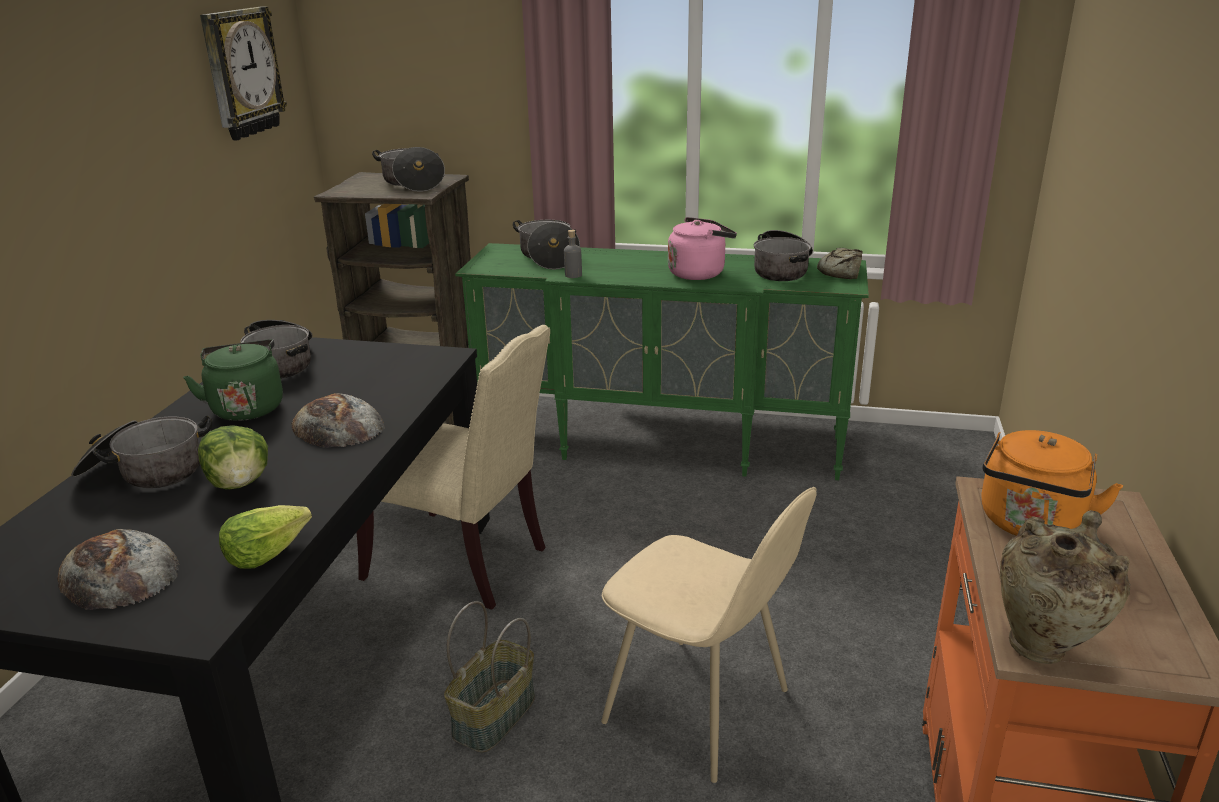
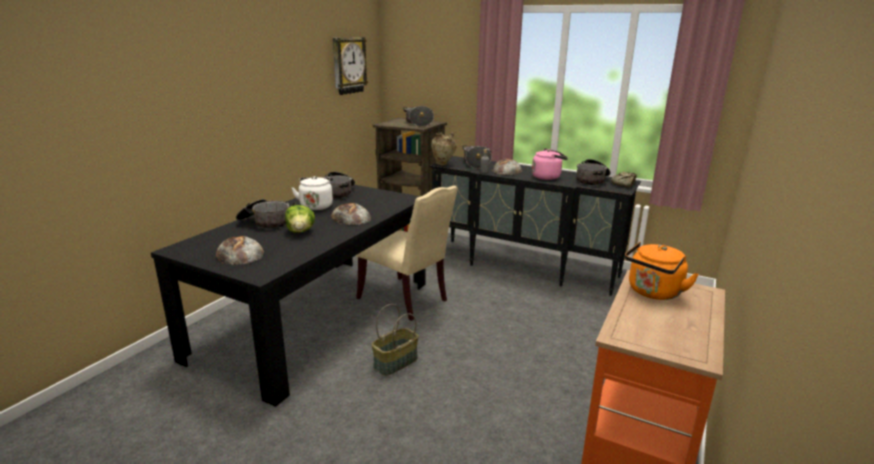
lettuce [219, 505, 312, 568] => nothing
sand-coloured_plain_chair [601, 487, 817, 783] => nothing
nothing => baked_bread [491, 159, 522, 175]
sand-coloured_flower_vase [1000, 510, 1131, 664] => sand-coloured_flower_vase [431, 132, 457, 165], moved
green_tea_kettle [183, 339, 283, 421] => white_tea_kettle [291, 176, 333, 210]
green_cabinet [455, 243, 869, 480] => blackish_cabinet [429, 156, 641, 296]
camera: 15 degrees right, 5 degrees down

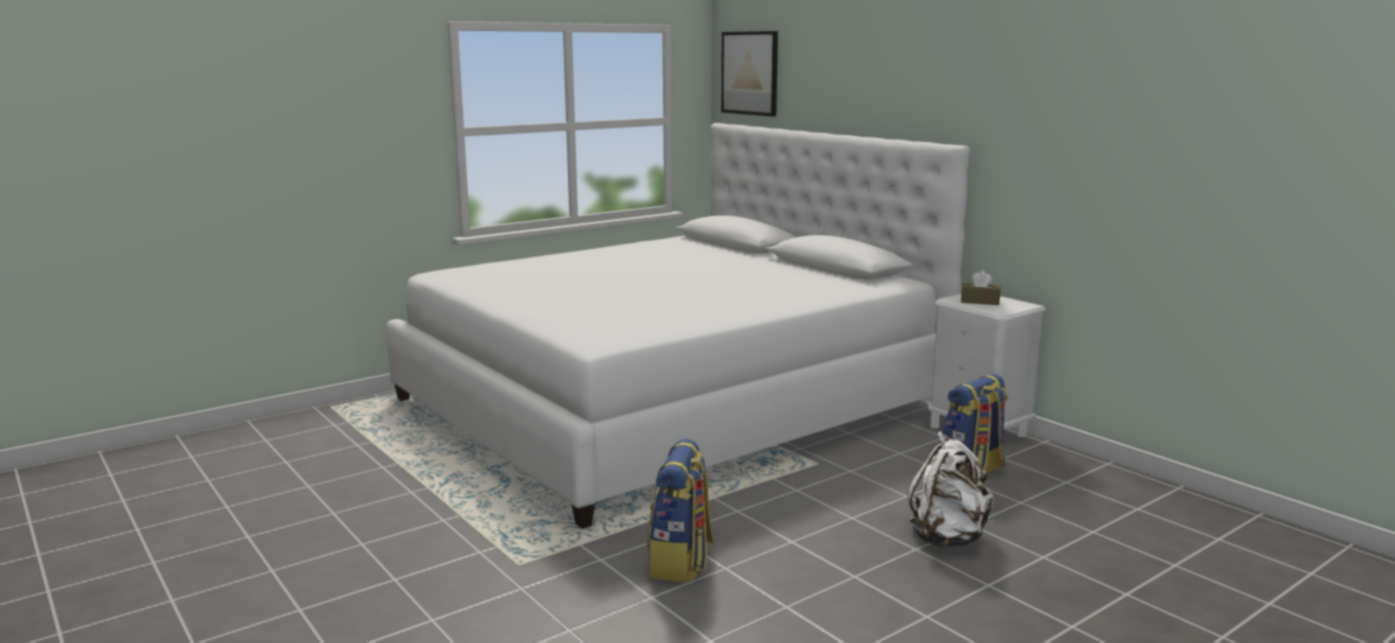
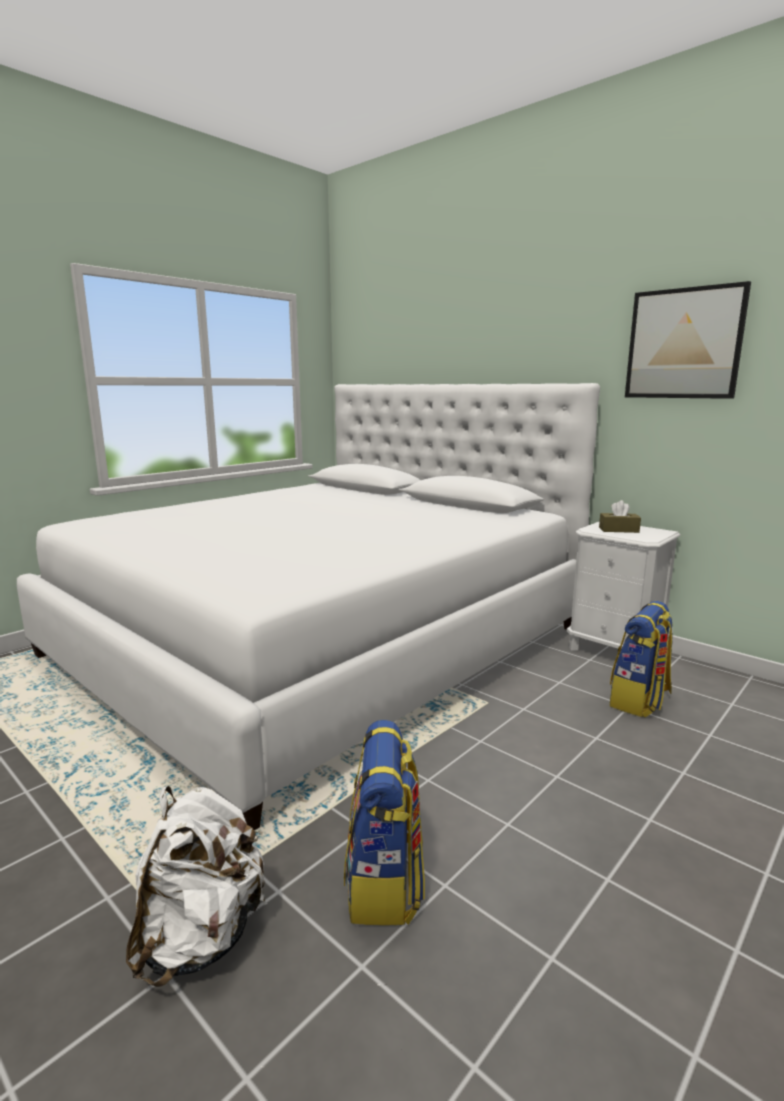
picture [721, 31, 778, 117] => picture [625, 281, 751, 399], moved
white_rucksack [908, 431, 994, 547] => white_rucksack [126, 786, 267, 987], moved
camera: 10 degrees left, 0 degrees up

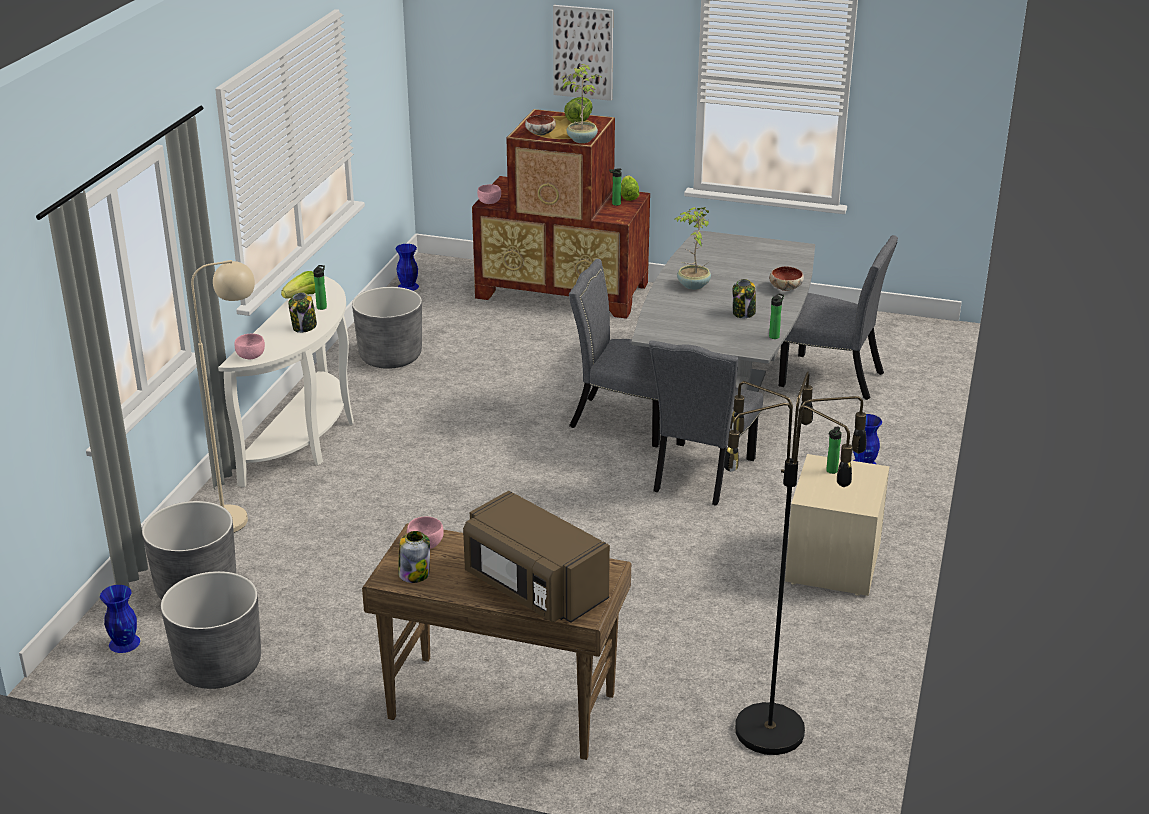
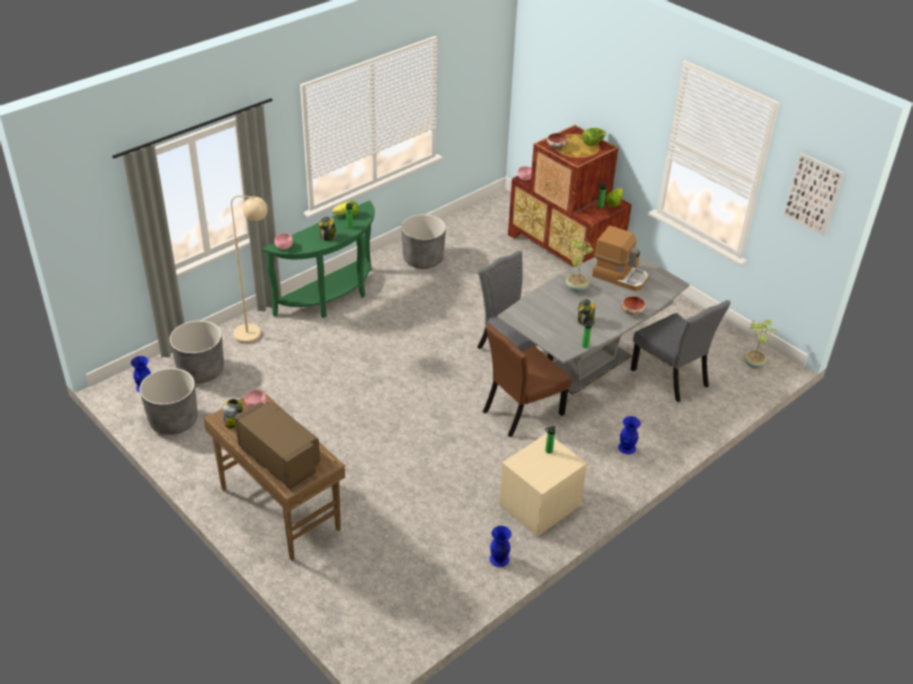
floor_lamp [724, 371, 866, 755] => nothing
nothing => coffee_maker [592, 226, 648, 291]
blue-coloured_flower_vase [396, 244, 419, 291] => blue-coloured_flower_vase [489, 526, 512, 567], moved
picture [553, 5, 613, 101] => picture [784, 152, 844, 236], moved
houseplant [562, 64, 601, 143] => houseplant [744, 320, 777, 368], moved
white_narrow_table [218, 276, 354, 487] => green_narrow_table [262, 201, 375, 318]
grey_plain_chair [649, 340, 763, 506] => brown-coloured_plain_chair [483, 324, 572, 437]
brown-coloured_microwave [463, 491, 610, 623] => brown-coloured_microwave [234, 402, 320, 489], 150 degrees clockwise
camera: 30 degrees right, 10 degrees up

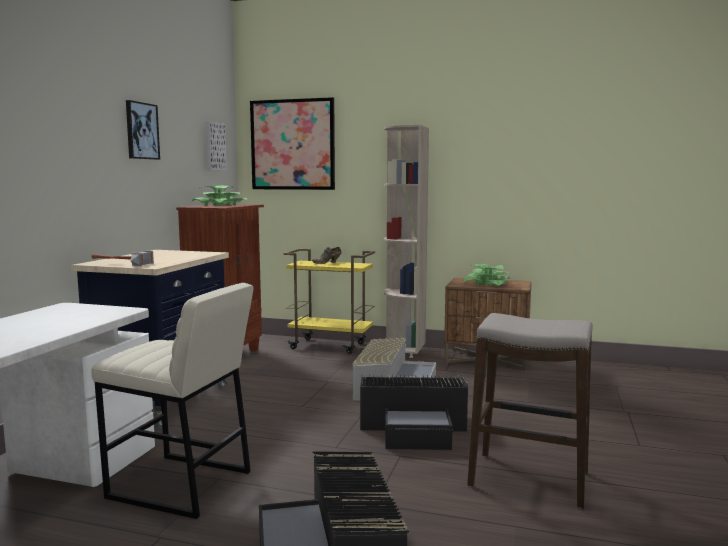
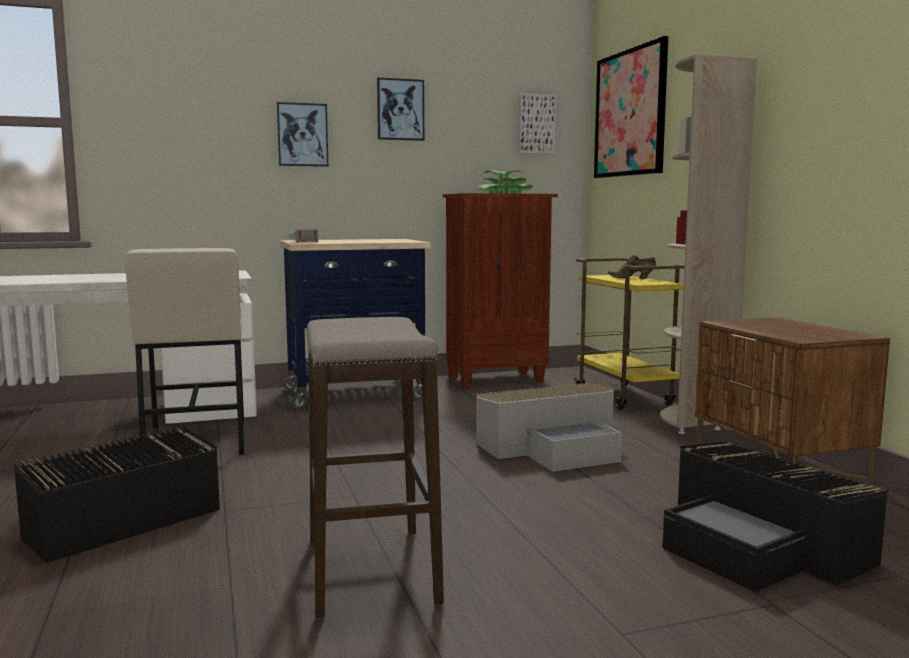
houseplant [464, 264, 511, 287] => nothing
nothing => picture [277, 102, 328, 167]
blackish_storage_bin [360, 375, 468, 450] => blackish_storage_bin [662, 442, 888, 592], moved
camera: 55 degrees right, 0 degrees up

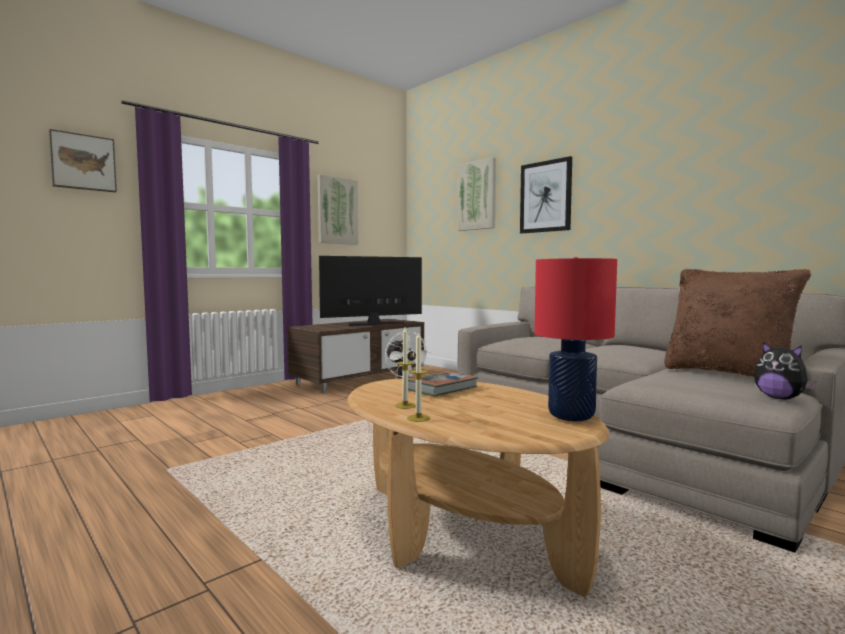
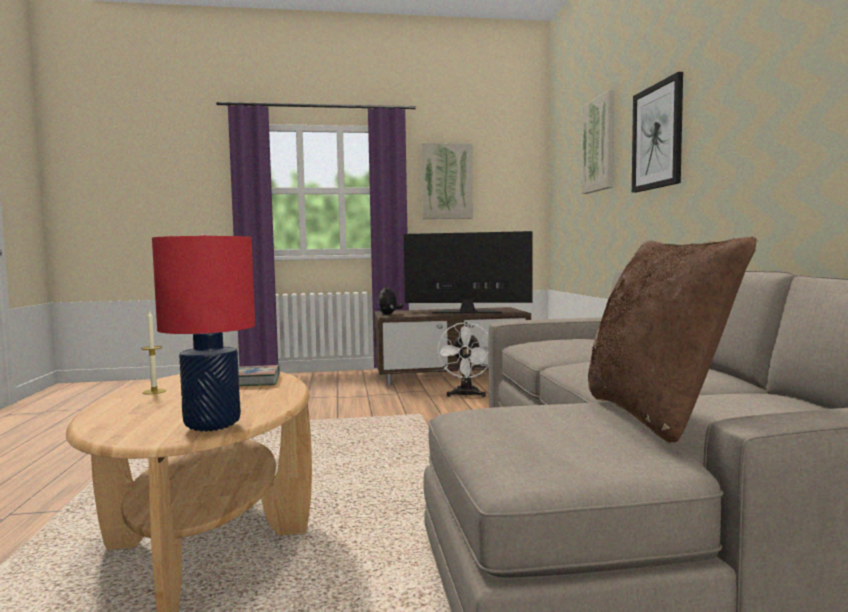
picture [49, 129, 117, 192] => nothing
wax_candle [407, 332, 430, 422] => nothing
plush_toy [754, 342, 816, 399] => plush_toy [378, 287, 403, 315], moved
camera: 35 degrees right, 0 degrees up

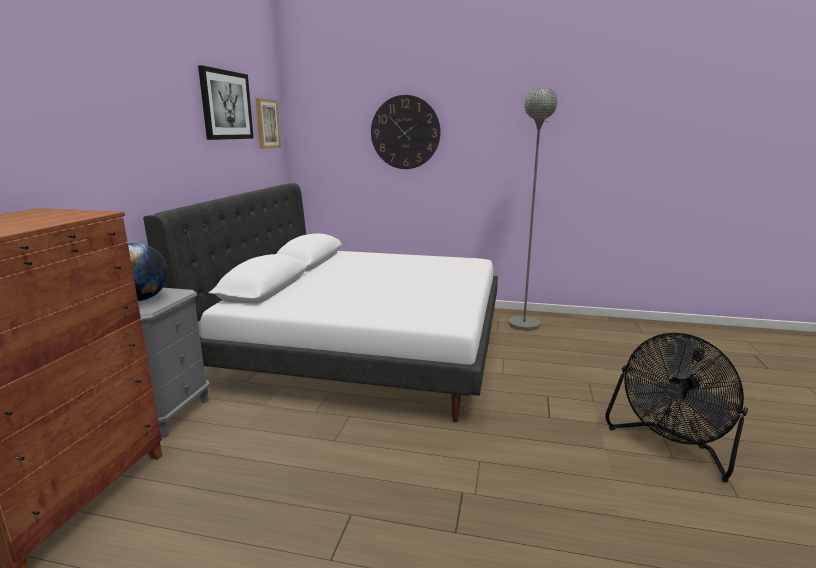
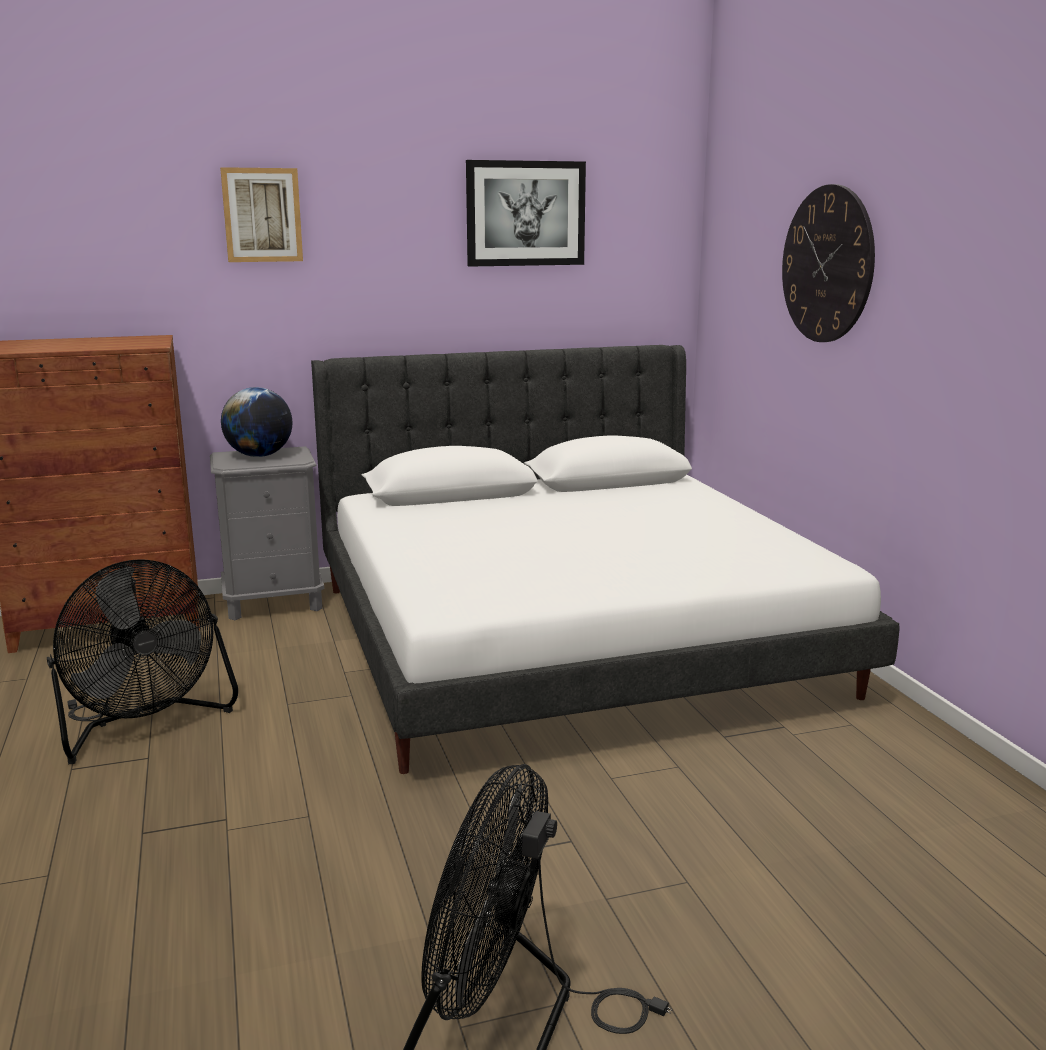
grey_floor_lamp [508, 88, 557, 331] => nothing
nothing => blackish_electric_fan [47, 560, 238, 764]
picture [256, 98, 281, 149] => picture [220, 167, 303, 262], moved
camera: 60 degrees right, 0 degrees up

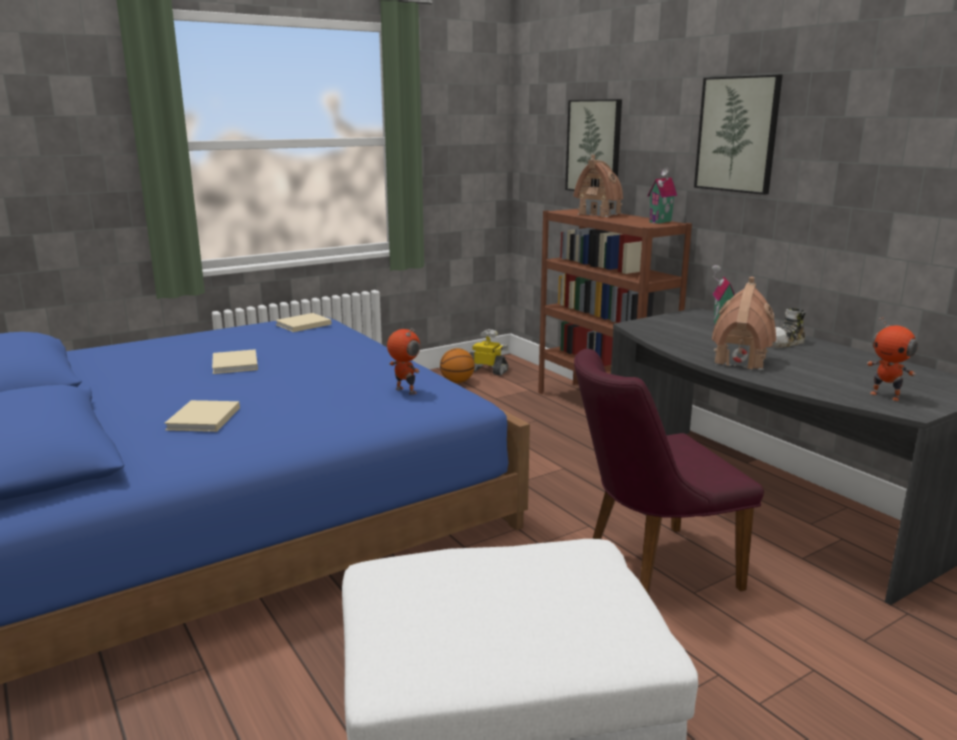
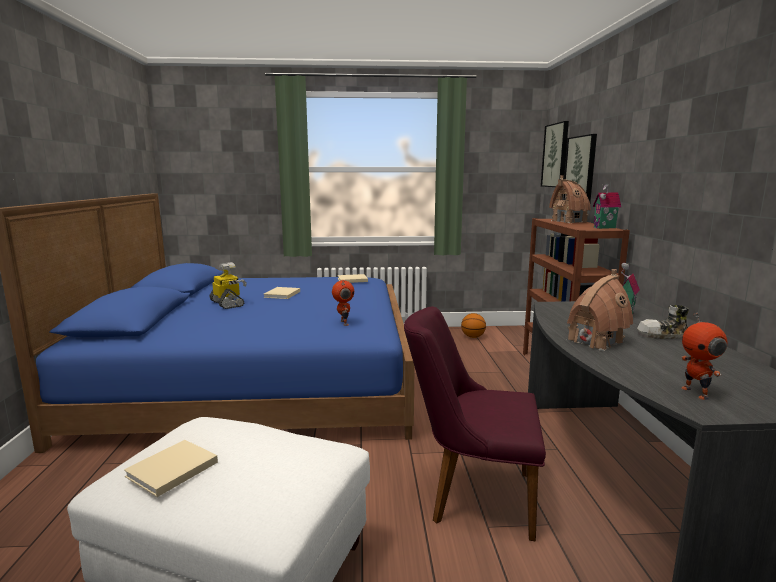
sand-coloured_book [164, 400, 240, 432] => sand-coloured_book [124, 440, 218, 497], moved
model_robot [470, 329, 508, 375] => model_robot [209, 262, 247, 309], moved
picture [694, 74, 783, 195] => picture [541, 121, 569, 187], moved
camera: 30 degrees right, 5 degrees down

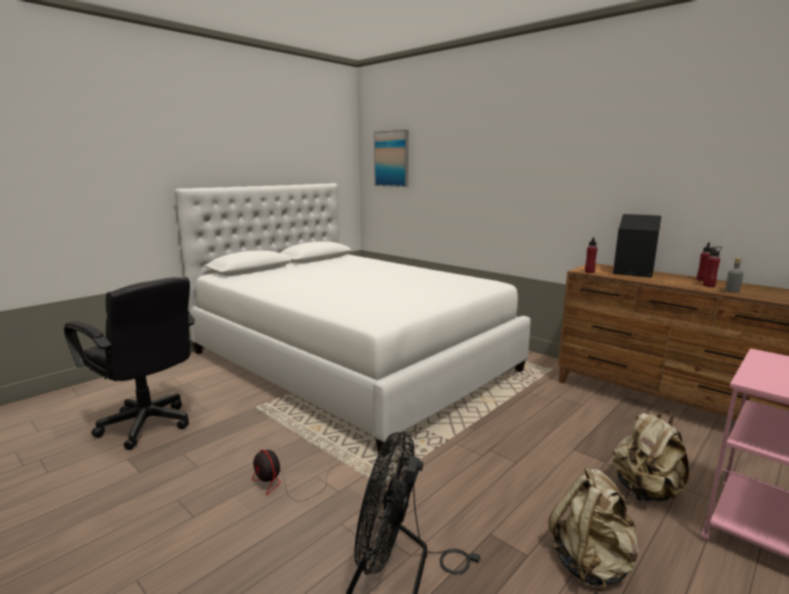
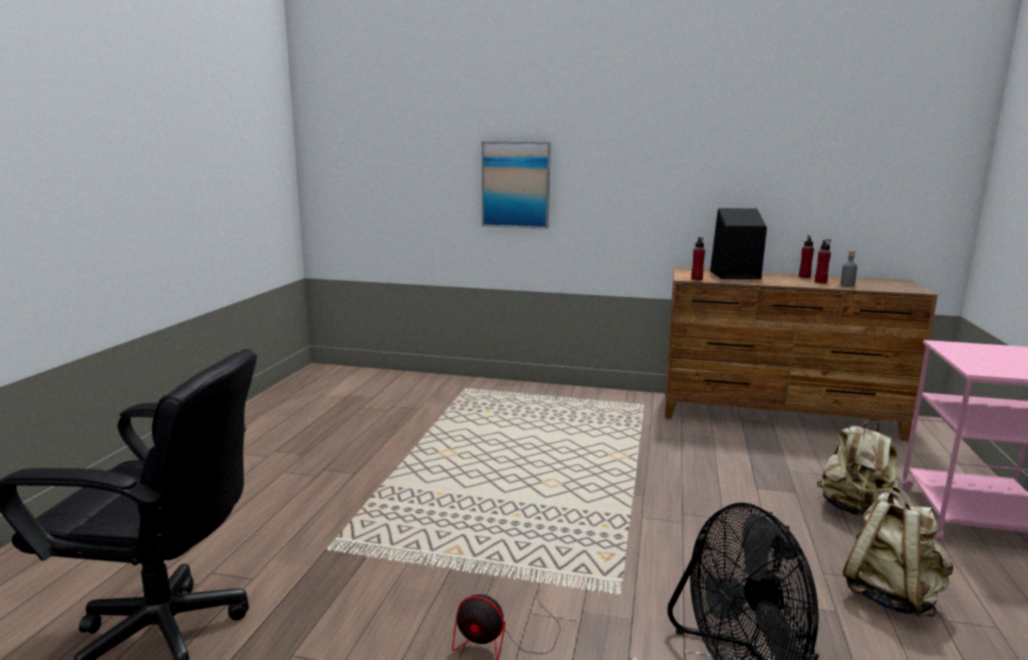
white_sleeping_bed [175, 183, 531, 457] => nothing
picture [374, 130, 409, 187] => picture [482, 142, 551, 229], moved
camera: 30 degrees left, 0 degrees up

